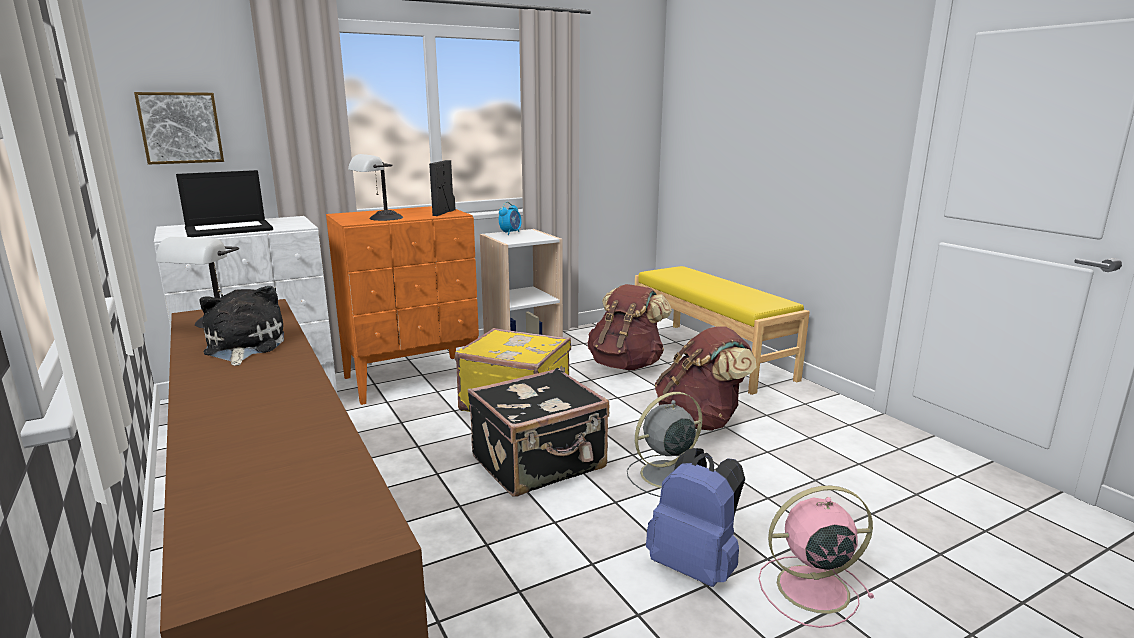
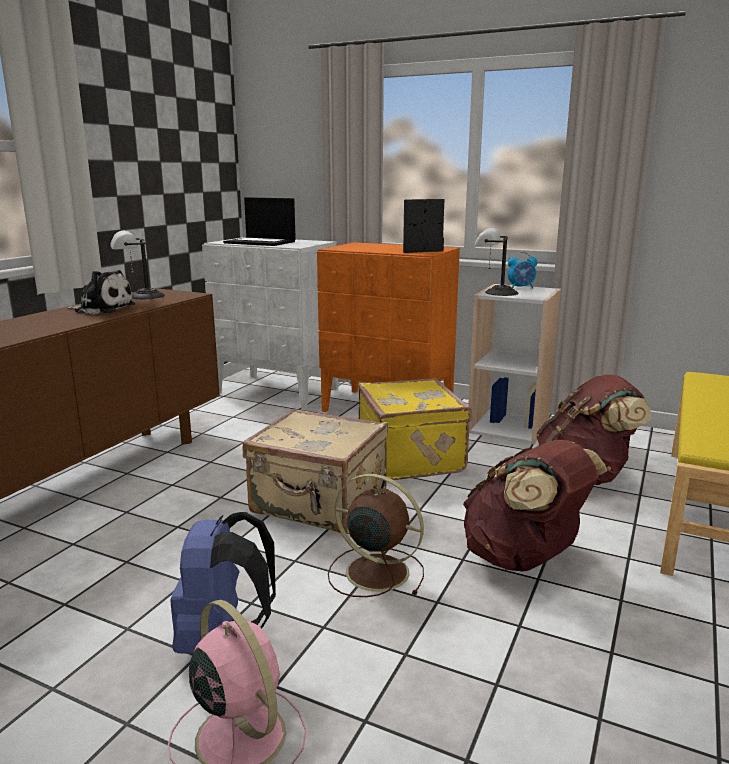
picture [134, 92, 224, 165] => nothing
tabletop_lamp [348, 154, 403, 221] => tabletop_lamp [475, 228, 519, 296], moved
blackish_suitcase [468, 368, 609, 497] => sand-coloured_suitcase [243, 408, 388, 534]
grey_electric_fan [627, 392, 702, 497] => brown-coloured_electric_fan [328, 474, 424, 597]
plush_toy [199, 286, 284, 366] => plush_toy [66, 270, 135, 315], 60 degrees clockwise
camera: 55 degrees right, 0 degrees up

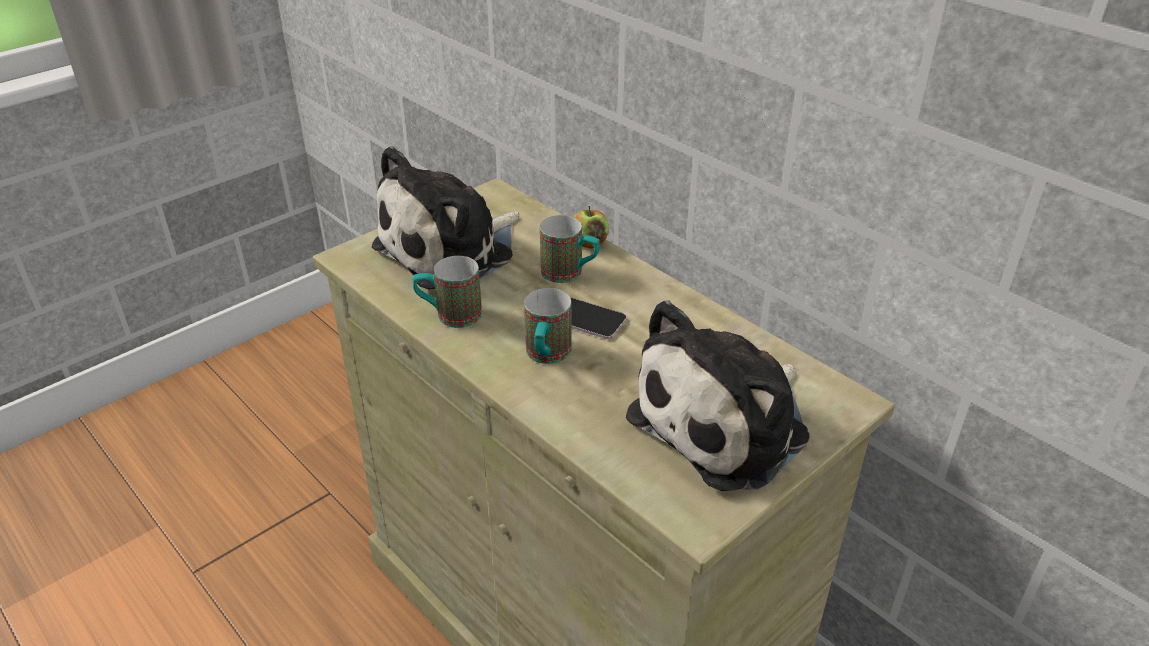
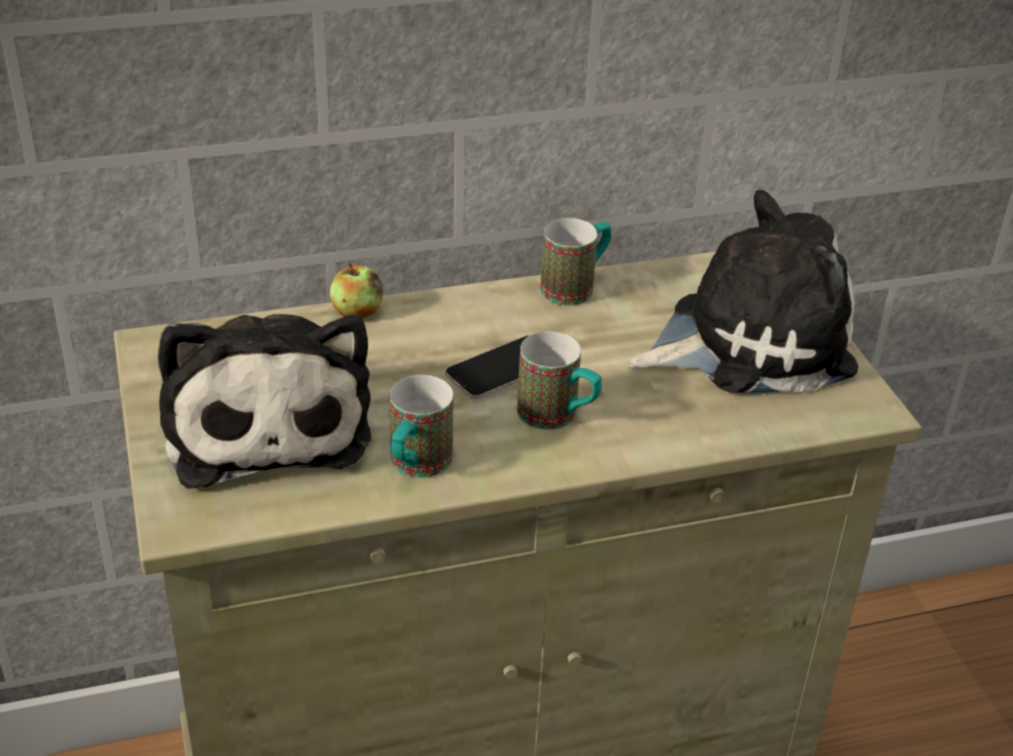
tea_mug [540, 215, 600, 283] => tea_mug [540, 218, 611, 305], moved
plush_toy [626, 300, 810, 491] => plush_toy [629, 190, 858, 394], 90 degrees counterclockwise
camera: 65 degrees left, 0 degrees up

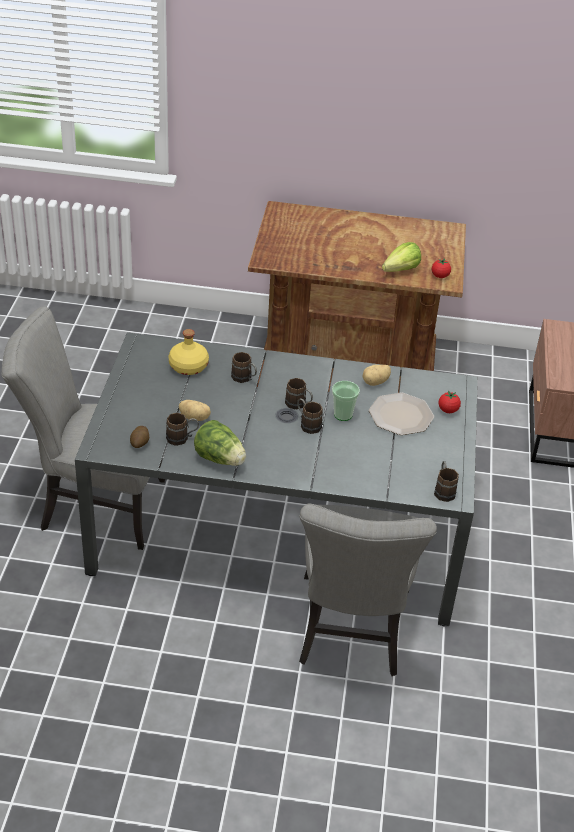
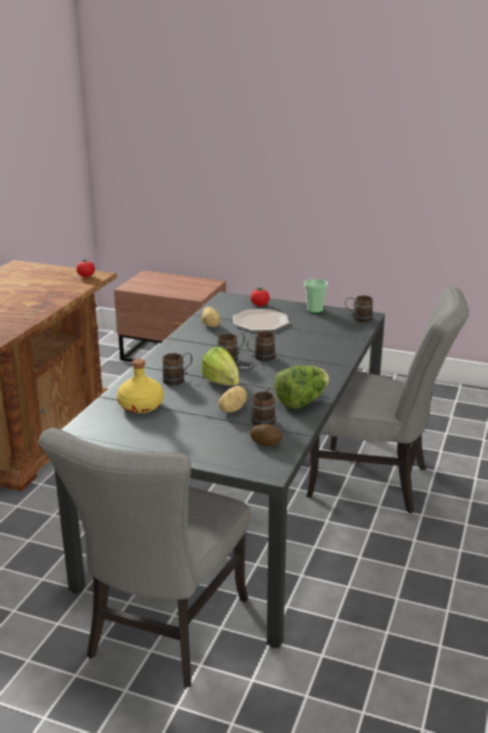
cup [332, 381, 360, 421] => cup [304, 279, 328, 313], moved
lettuce [382, 242, 421, 272] => lettuce [201, 347, 239, 386], moved
camera: 75 degrees left, 15 degrees down

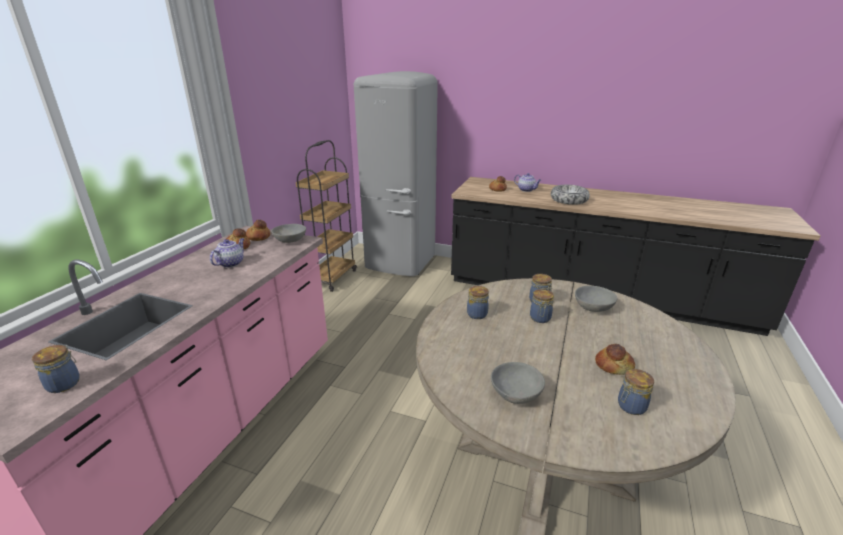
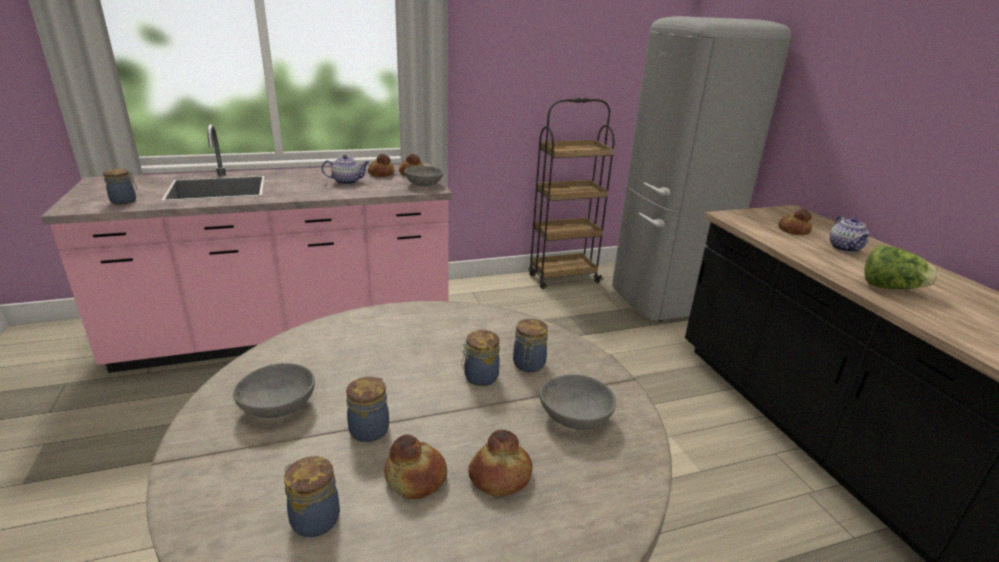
nothing => baked_bread [469, 430, 533, 497]
storage_jar [467, 286, 489, 319] => storage_jar [346, 377, 389, 442], moved
deep_dish [551, 185, 590, 205] => lettuce [864, 245, 938, 289]
camera: 50 degrees right, 0 degrees up

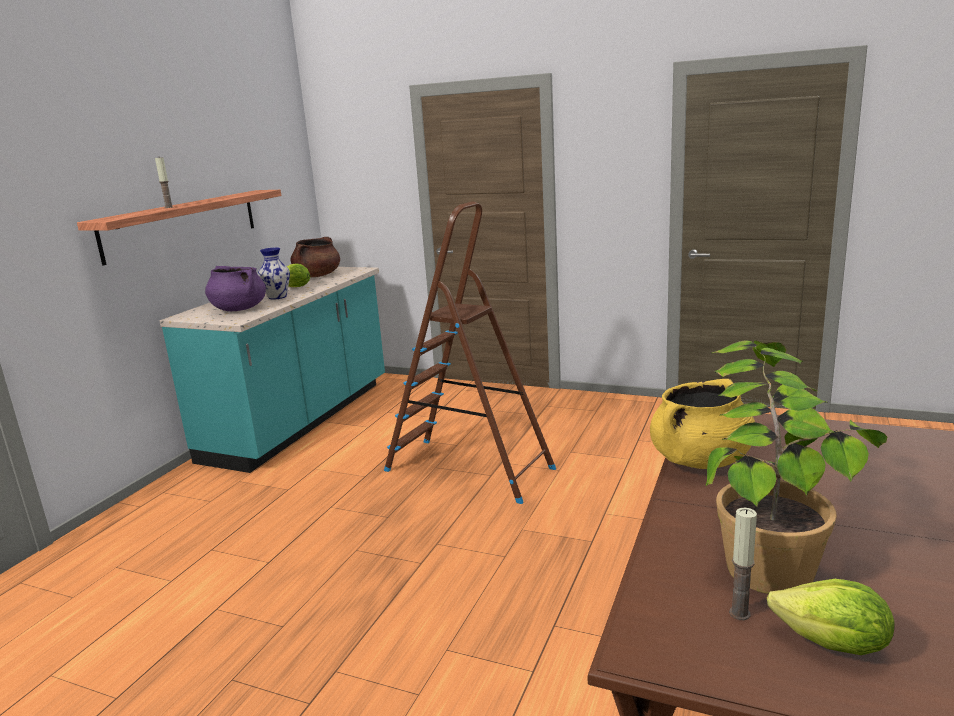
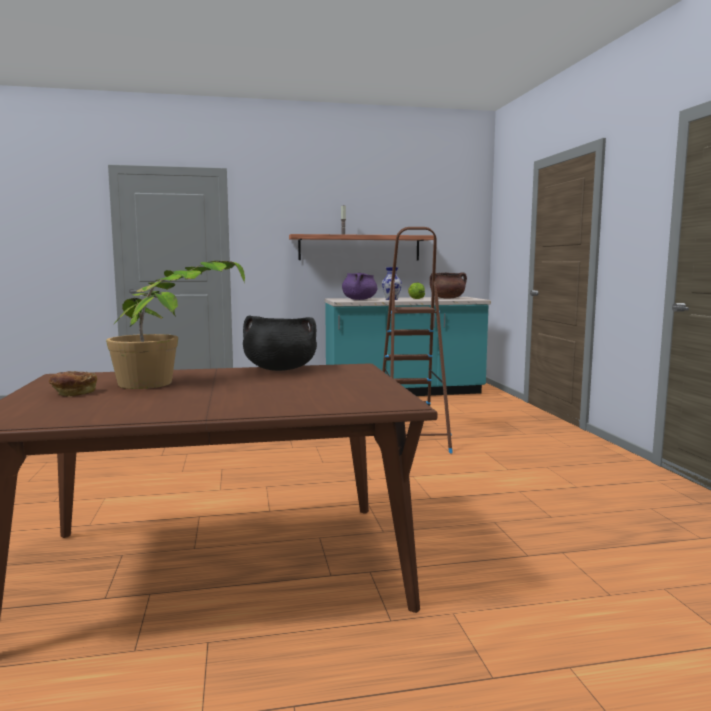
wax_candle [729, 508, 757, 620] => nothing
lettuce [767, 579, 895, 655] => baked_bread [49, 371, 97, 397]
yellow_stockpot [650, 379, 755, 469] => blackish_stockpot [243, 315, 317, 371]
camera: 55 degrees right, 10 degrees down

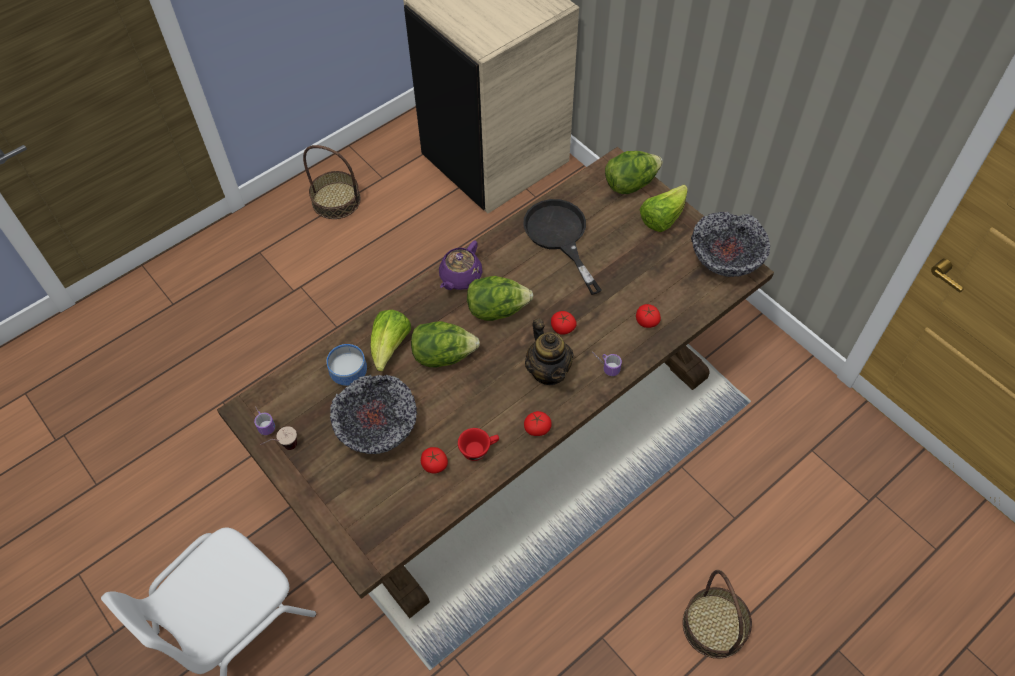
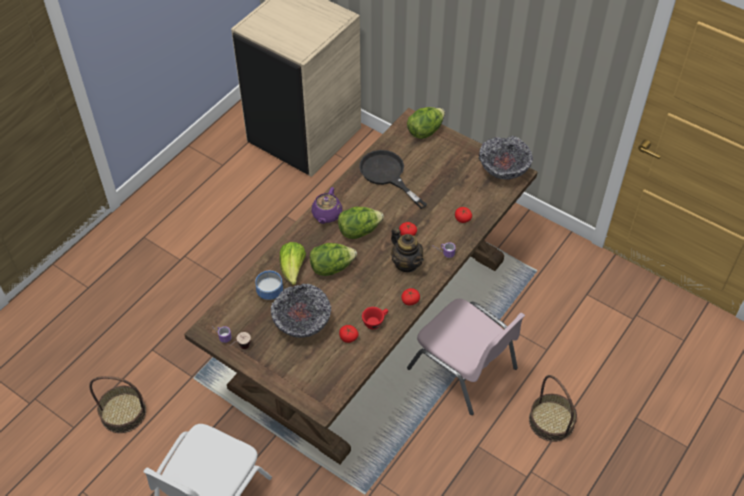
lettuce [640, 185, 688, 232] => nothing
nothing => pinkish_plain_chair [407, 299, 525, 415]
household_basket [303, 145, 361, 219] => household_basket [89, 376, 146, 433], moved
camera: 15 degrees left, 5 degrees down

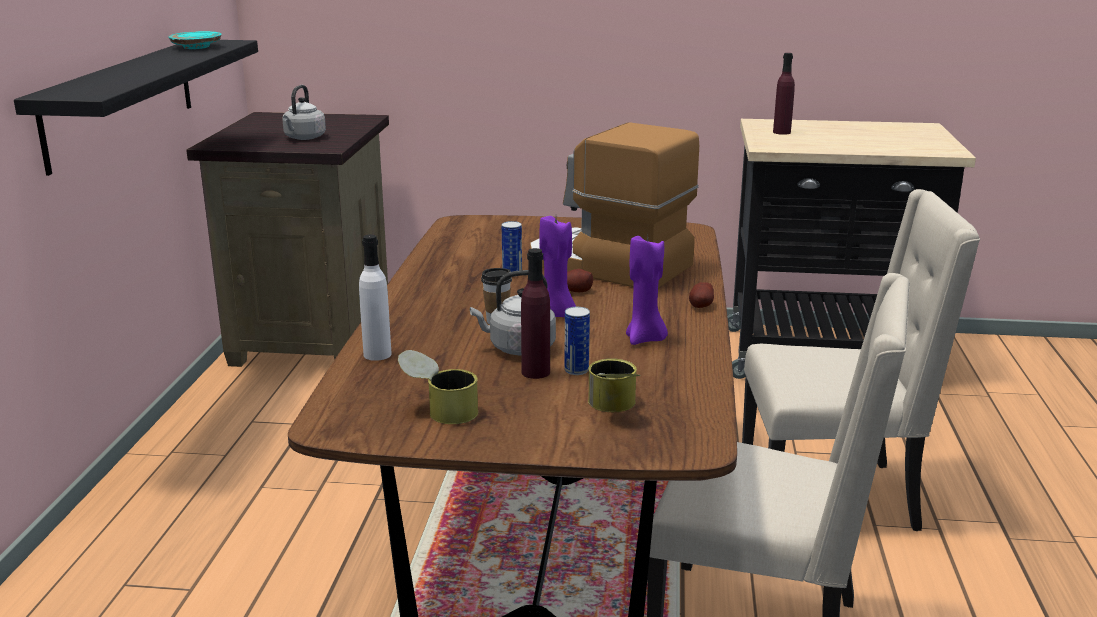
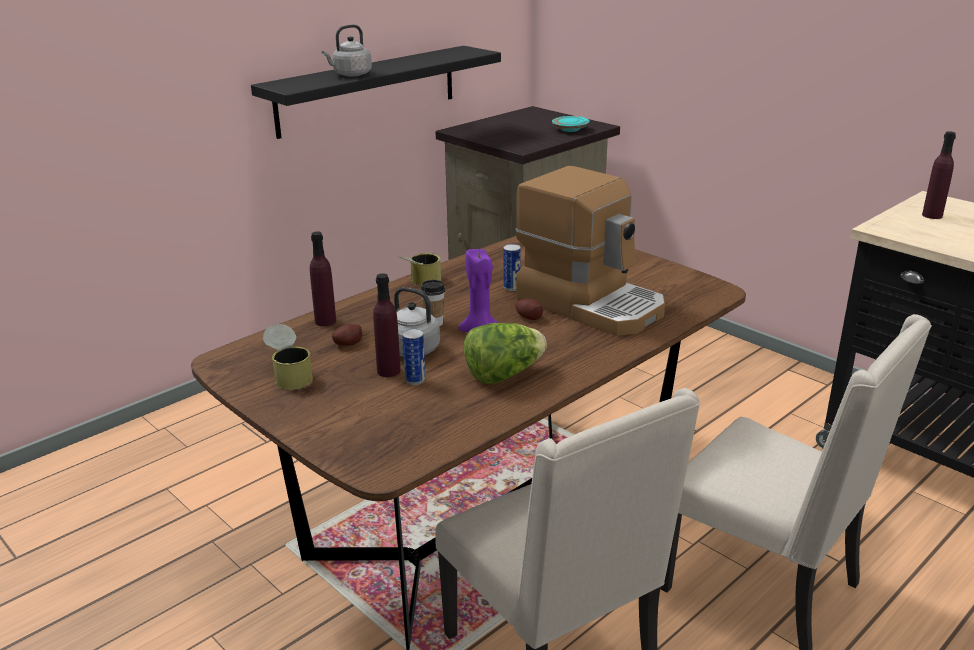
turquoise-coloured_dinner_plate [169, 31, 221, 49] => turquoise-coloured_dinner_plate [552, 116, 590, 132], moved
grey_tea_kettle [282, 85, 326, 140] => grey_tea_kettle [322, 25, 372, 77], moved
sealed_can [588, 358, 641, 412] => sealed_can [398, 253, 441, 286], moved
spud [689, 282, 714, 308] => spud [332, 324, 362, 346], moved
purplish_wax_candle [626, 235, 668, 345] => lettuce [464, 323, 547, 384]
white_drink_bottle [359, 234, 392, 361] => purplish_drink_bottle [310, 232, 336, 326]
coffee_maker [530, 122, 699, 288] => coffee_maker [516, 166, 665, 336], 150 degrees clockwise
camera: 40 degrees right, 5 degrees up

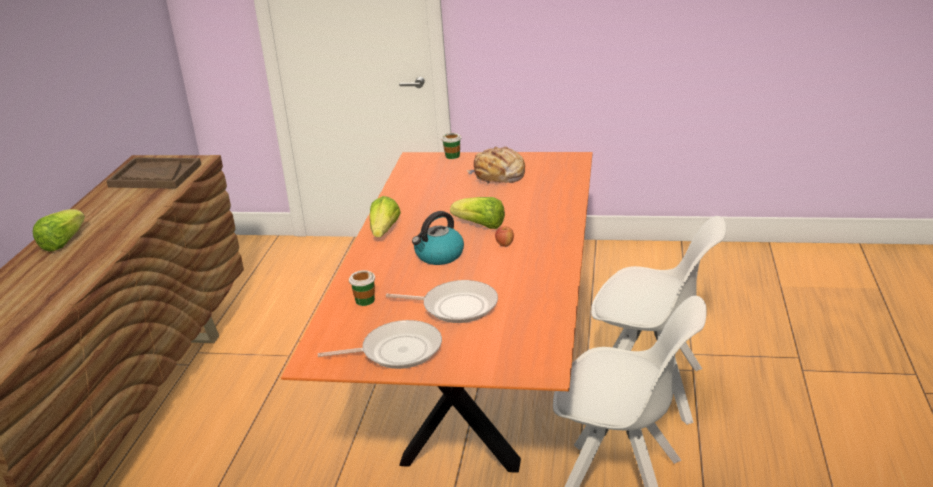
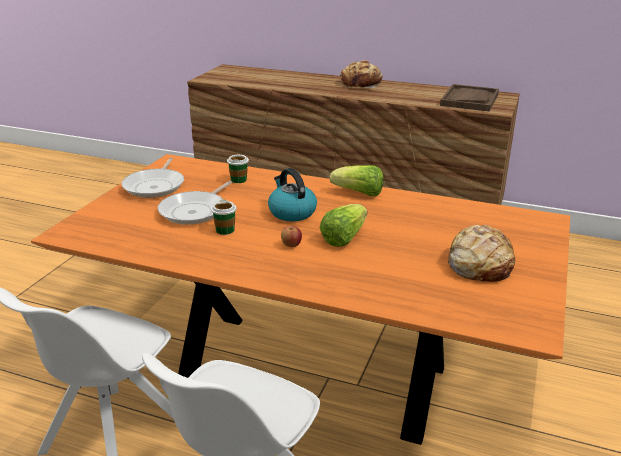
cup [441, 133, 461, 159] => cup [211, 200, 237, 235], moved
lettuce [33, 209, 85, 252] => baked_bread [340, 60, 382, 88]
camera: 100 degrees right, 0 degrees up

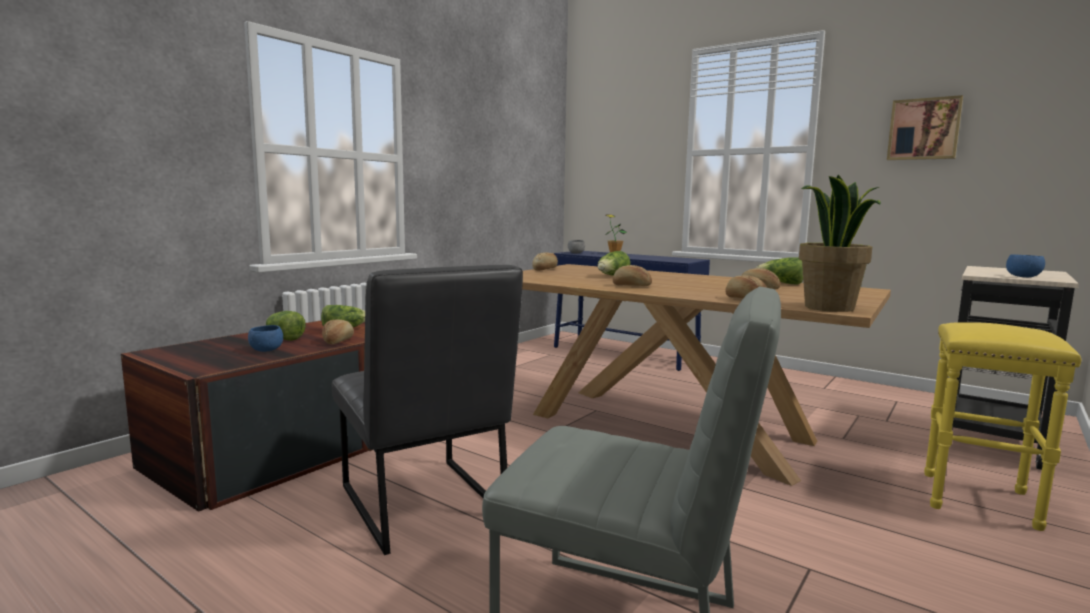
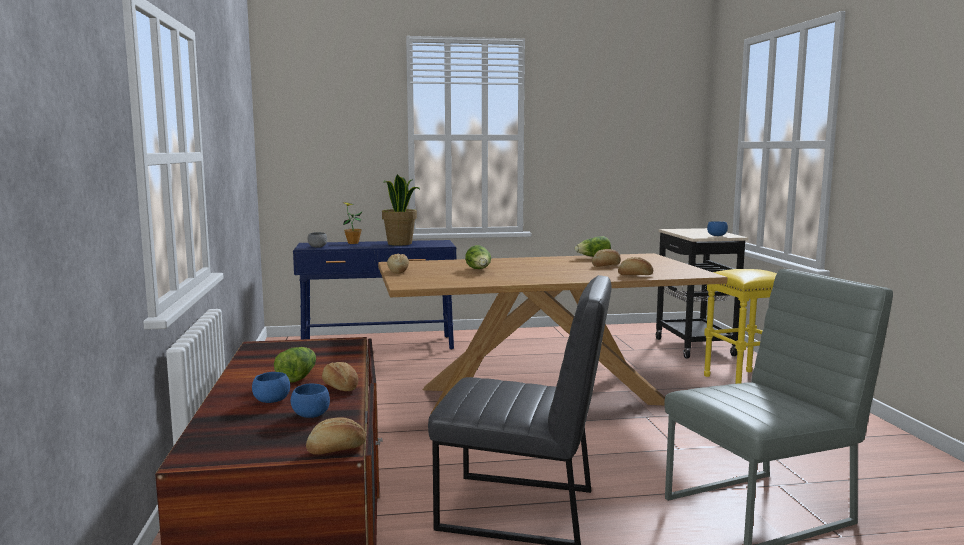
picture [887, 95, 963, 160] => nothing
baked_bread [612, 265, 652, 286] => baked_bread [306, 417, 366, 455], moved
houseplant [799, 175, 881, 312] => houseplant [382, 174, 420, 245], moved
lettuce [266, 311, 306, 341] => blue-coloured_deep_dish [252, 372, 290, 403]
camera: 45 degrees left, 0 degrees up

